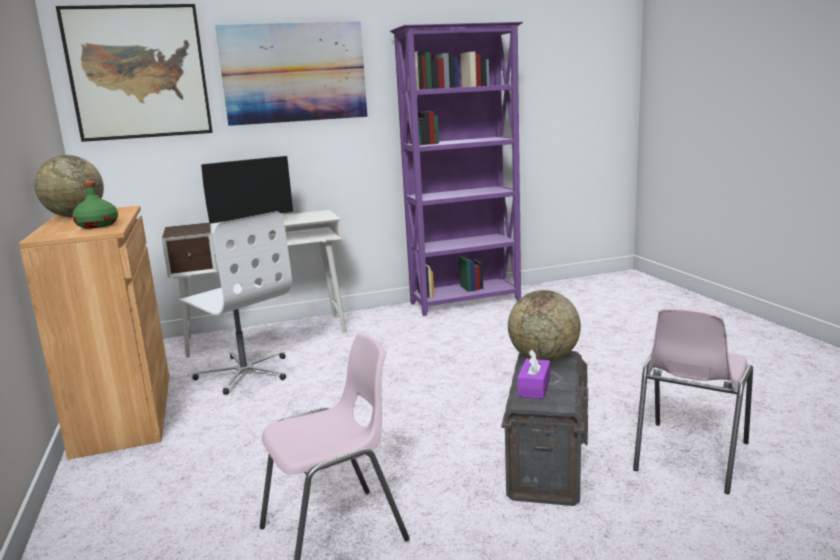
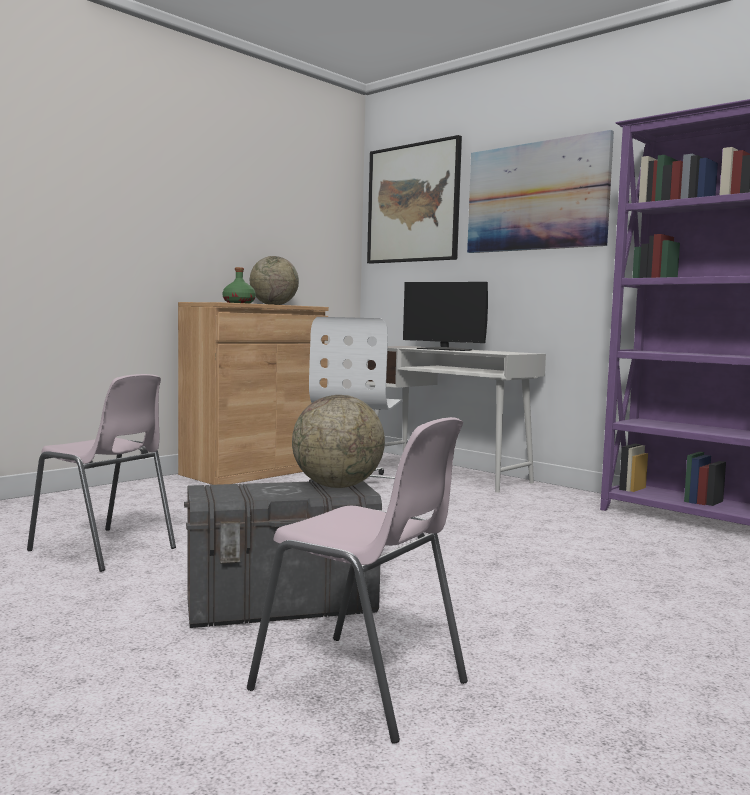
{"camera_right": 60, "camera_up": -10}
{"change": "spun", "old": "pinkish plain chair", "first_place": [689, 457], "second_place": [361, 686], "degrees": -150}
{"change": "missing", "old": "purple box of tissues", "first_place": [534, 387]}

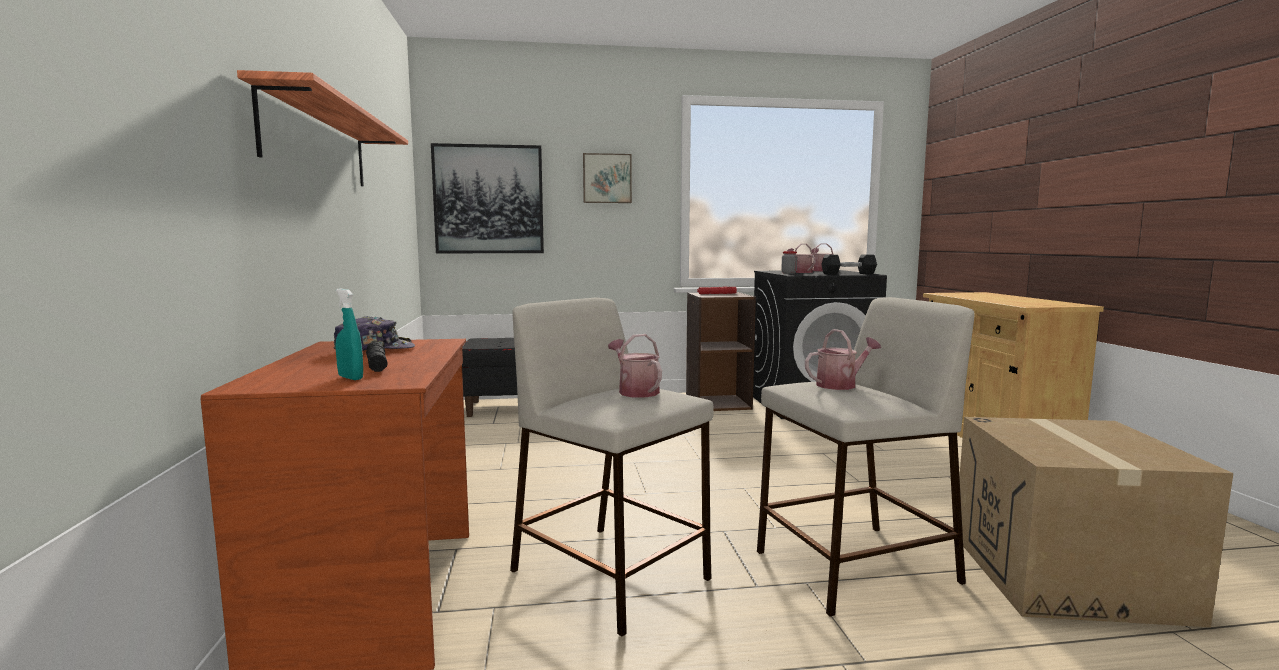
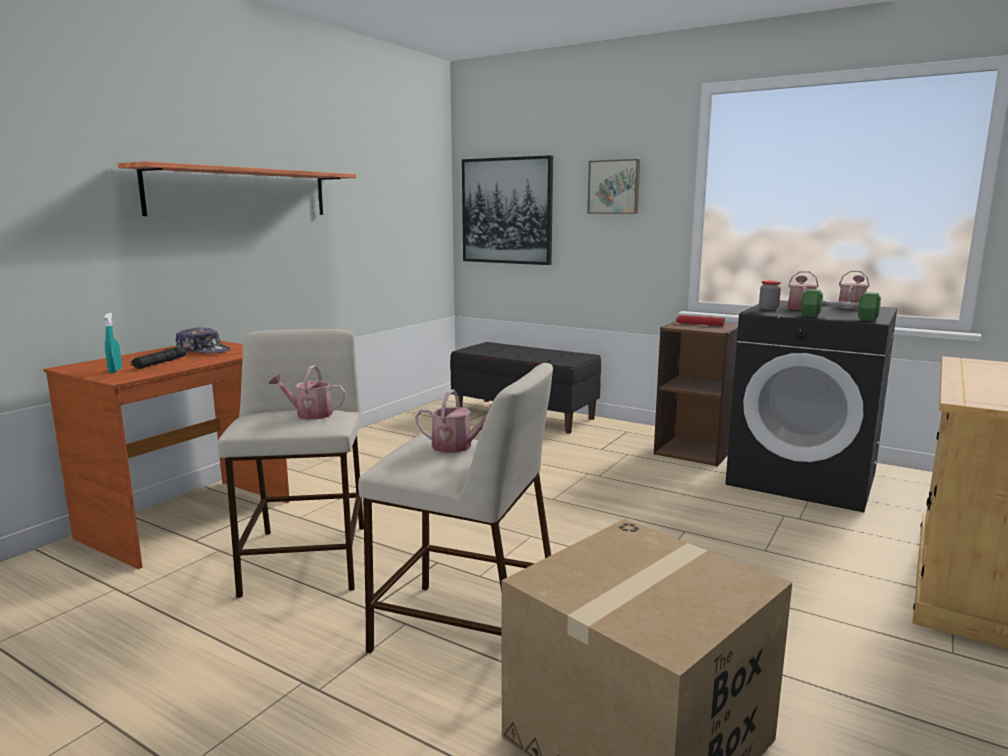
{"camera_right": 40, "camera_up": 5}
{"change": "colour", "old": "blackish dumbbell", "new": "greenish dumbbell", "first_place": [848, 274], "second_place": [838, 317]}
{"change": "spun", "old": "watering pot", "first_place": [635, 391], "second_place": [309, 414], "degrees": -90}

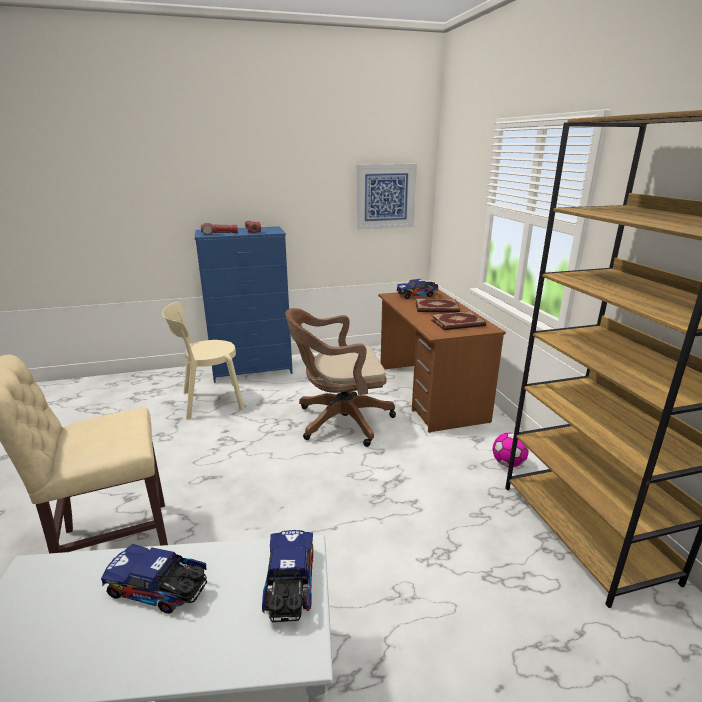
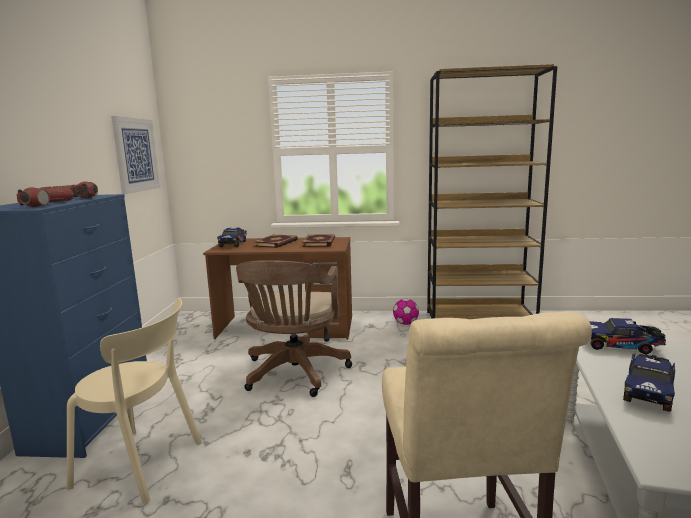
{"camera_right": -70, "camera_up": -10}
{"change": "spun", "old": "beige plain chair", "first_place": [208, 401], "second_place": [144, 465], "degrees": -75}

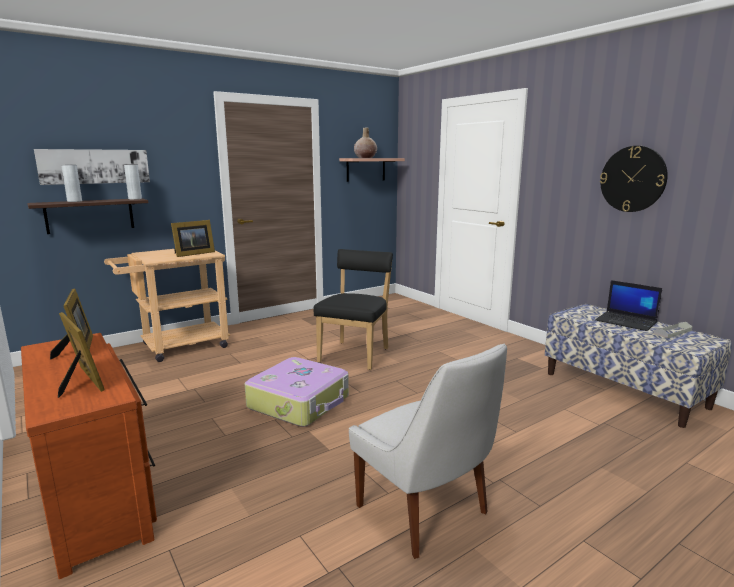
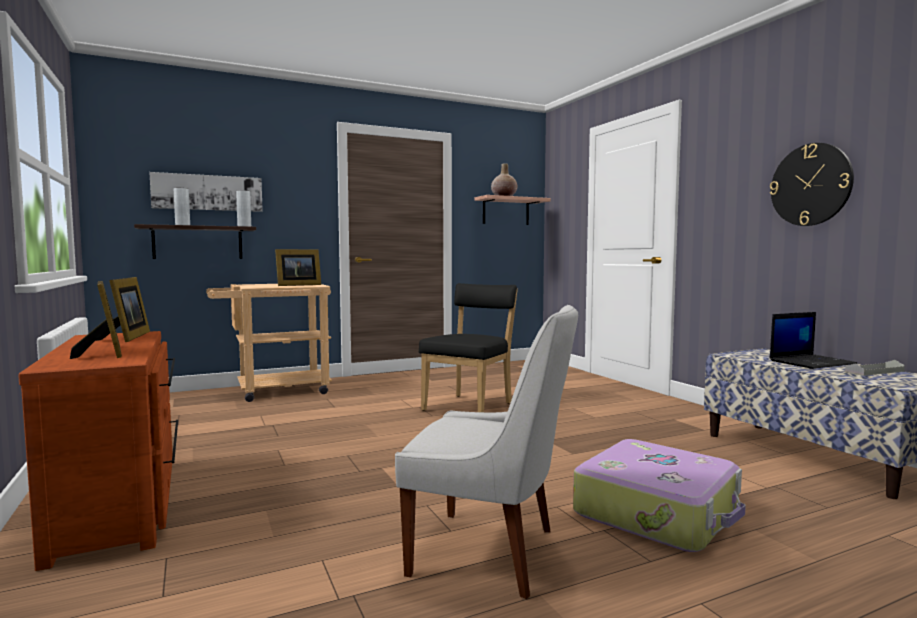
{"camera_right": 10, "camera_up": -10}
{"change": "spun", "old": "portable computer", "first_place": [627, 321], "second_place": [811, 362], "degrees": -75}
{"change": "spun", "old": "white plain chair", "first_place": [425, 512], "second_place": [490, 553], "degrees": -45}
{"change": "relocated", "old": "piece of luggage", "first_place": [300, 402], "second_place": [658, 512]}

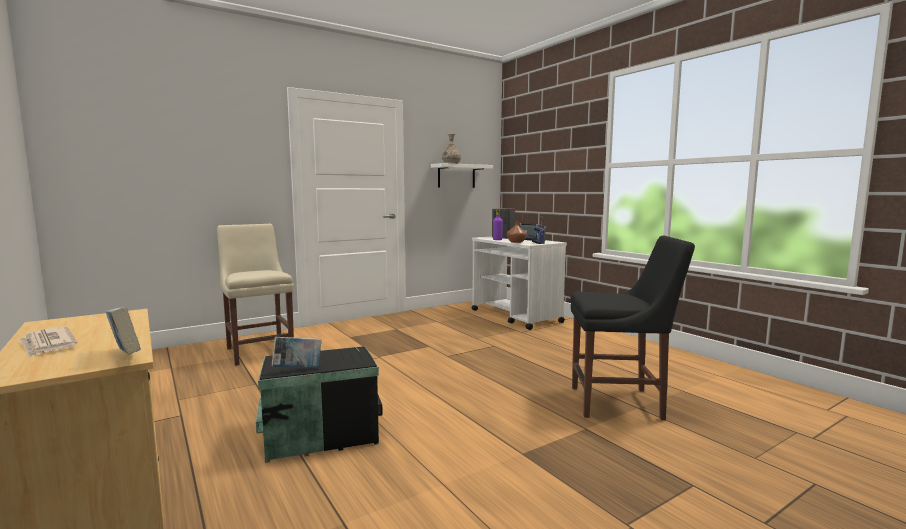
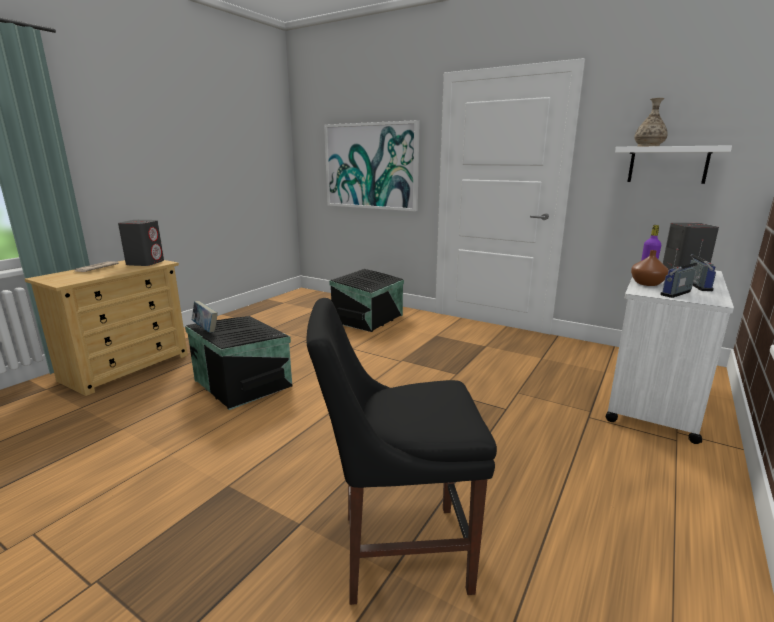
{"camera_right": 65, "camera_up": 10}
{"change": "exchanged", "old": "beige plain chair", "new": "blackish storage box", "first_place": [259, 350], "second_place": [369, 319]}
{"change": "spun", "old": "blackish plain chair", "first_place": [621, 403], "second_place": [397, 550], "degrees": 105}
{"change": "missing", "old": "bound book", "first_place": [125, 356]}
{"change": "appeared", "new": "wall picture", "second_place": [371, 166]}
{"change": "appeared", "new": "greyish audio speaker", "second_place": [145, 263]}

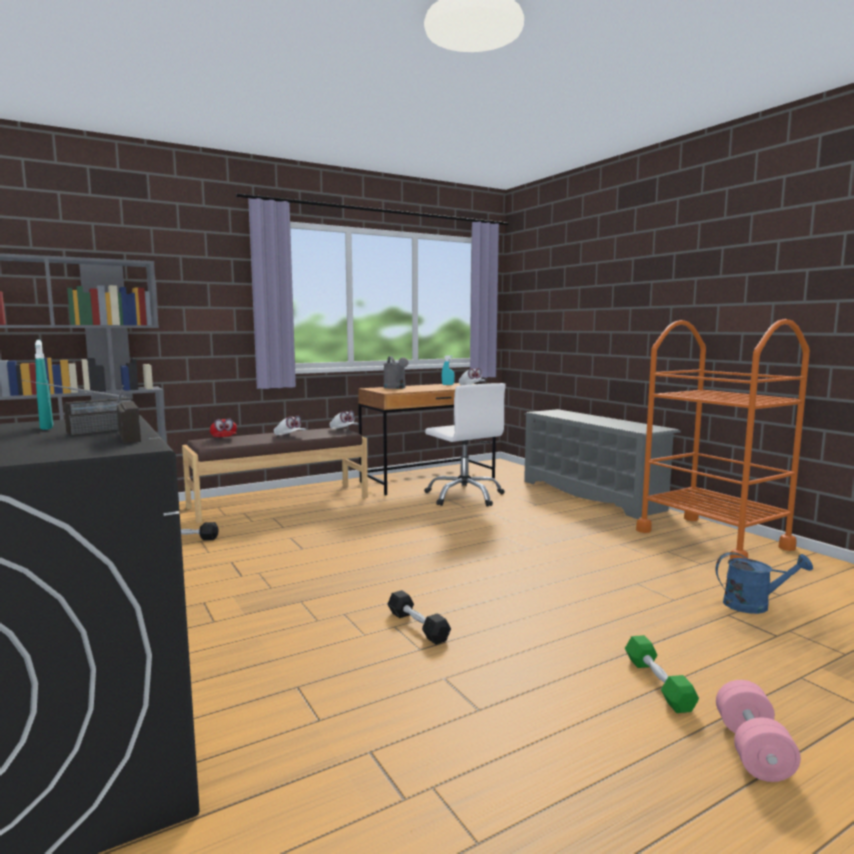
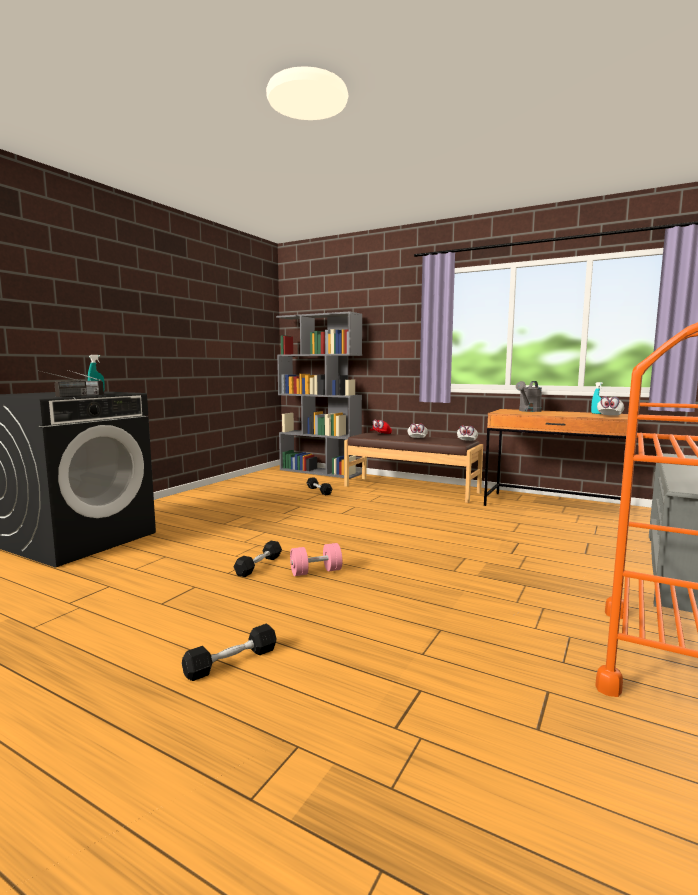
{"camera_right": 60, "camera_up": 0}
{"change": "missing", "old": "white computer chair", "first_place": [464, 496]}
{"change": "missing", "old": "blue watering pot", "first_place": [754, 605]}
{"change": "colour", "old": "greenish dumbbell", "new": "blackish dumbbell", "first_place": [658, 684], "second_place": [231, 662]}
{"change": "relocated", "old": "pinkish dumbbell", "first_place": [752, 750], "second_place": [316, 572]}

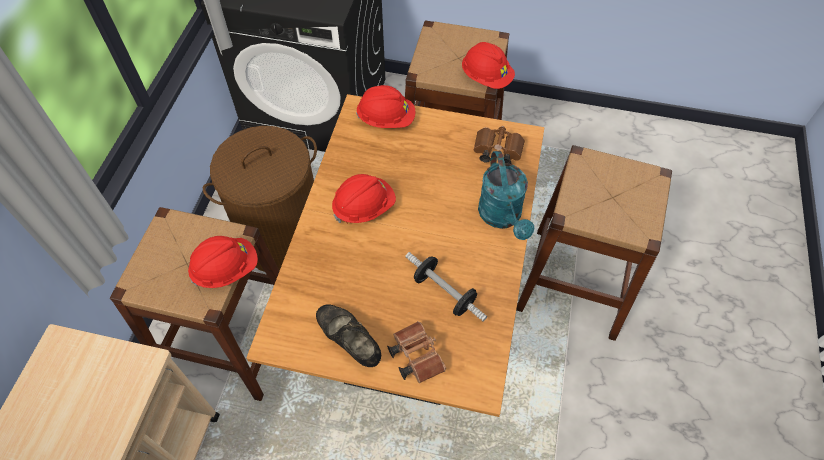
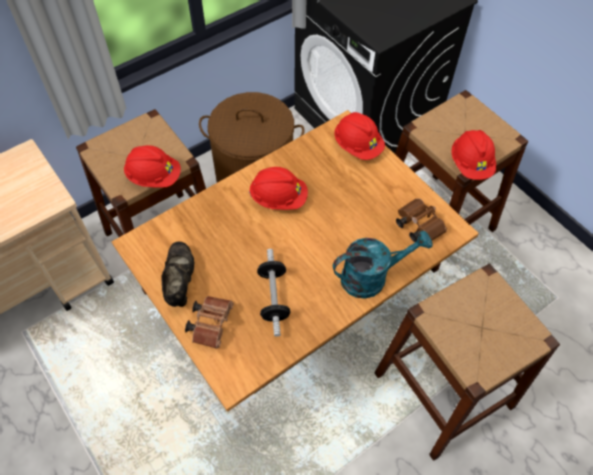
{"camera_right": 40, "camera_up": 0}
{"change": "spun", "old": "turquoise watering pot", "first_place": [502, 217], "second_place": [372, 276], "degrees": -135}

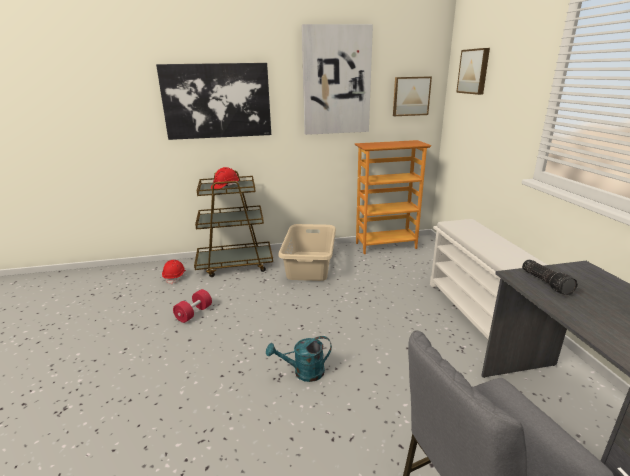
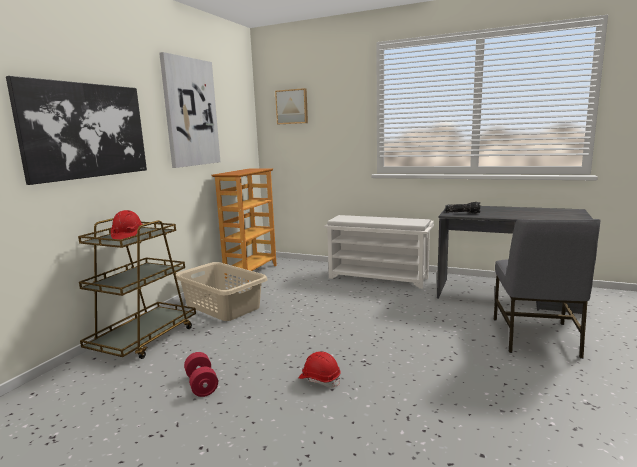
{"camera_right": -55, "camera_up": -10}
{"change": "missing", "old": "wall picture", "first_place": [411, 96]}
{"change": "relocated", "old": "red safety helmet", "first_place": [175, 277], "second_place": [319, 379]}
{"change": "missing", "old": "turquoise watering pot", "first_place": [303, 372]}

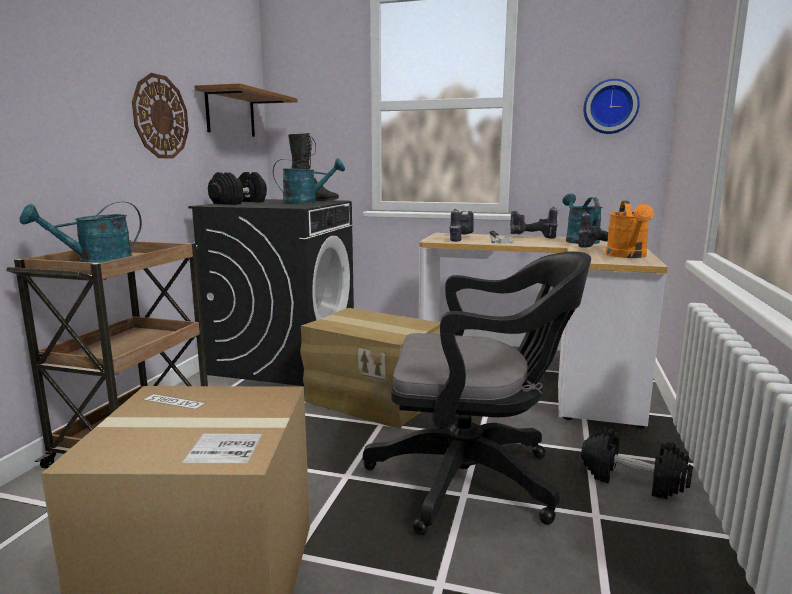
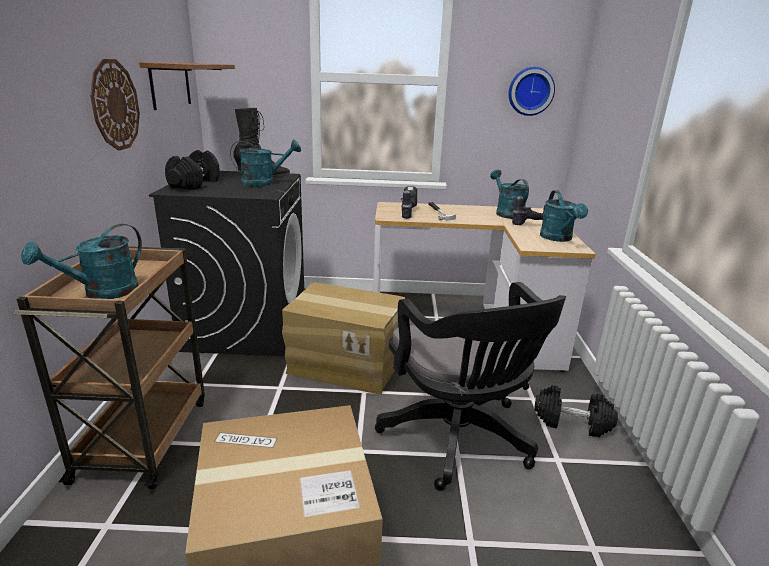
{"camera_right": -15, "camera_up": 10}
{"change": "colour", "old": "orange watering pot", "new": "turquoise watering pot", "first_place": [628, 256], "second_place": [558, 238]}
{"change": "missing", "old": "drill", "first_place": [530, 237]}
{"change": "spun", "old": "blackish computer chair", "first_place": [474, 479], "second_place": [459, 439], "degrees": 75}

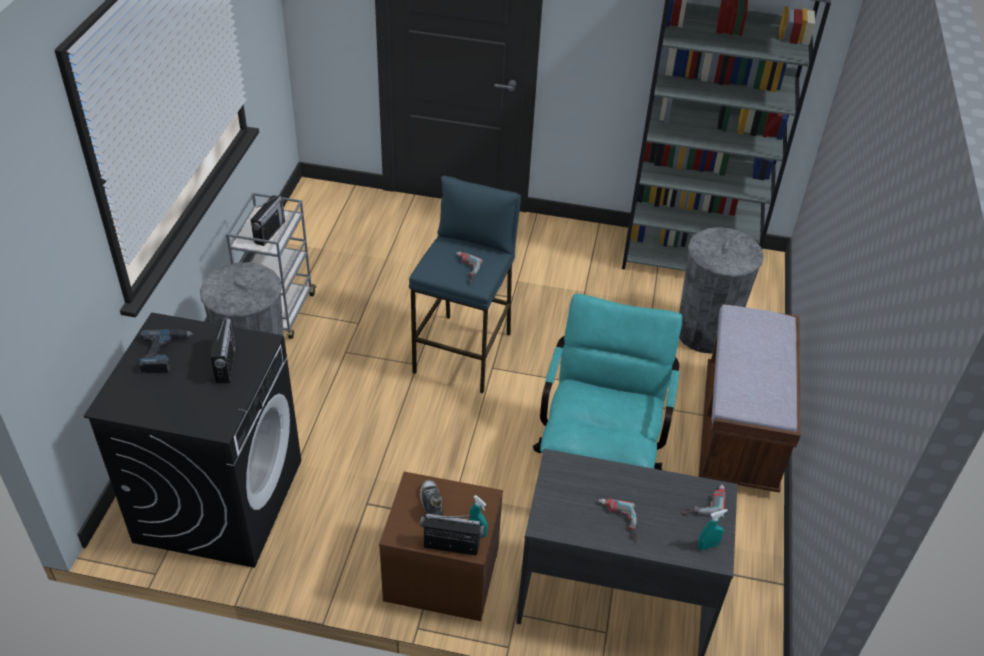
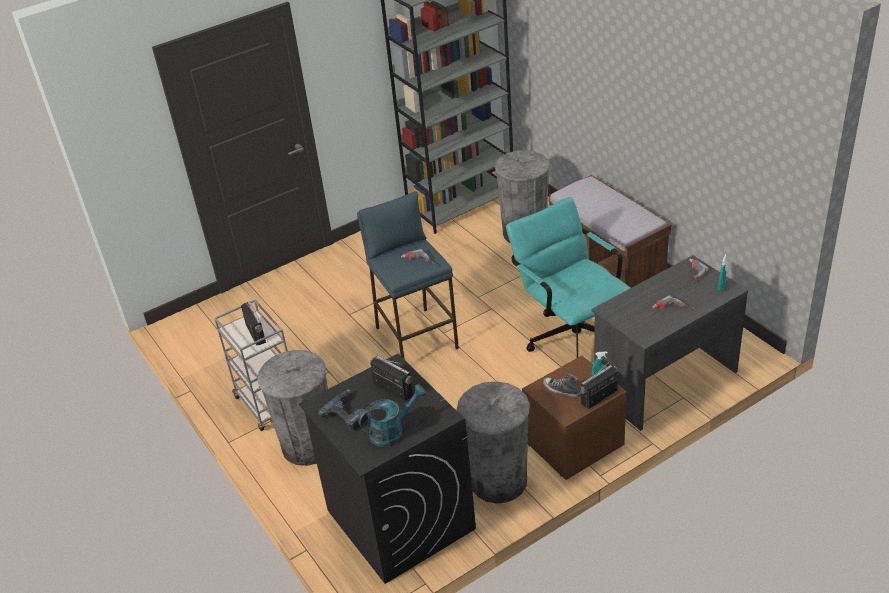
{"camera_right": -40, "camera_up": -5}
{"change": "appeared", "new": "greyish trash can", "second_place": [498, 481]}
{"change": "appeared", "new": "turquoise watering pot", "second_place": [392, 431]}

